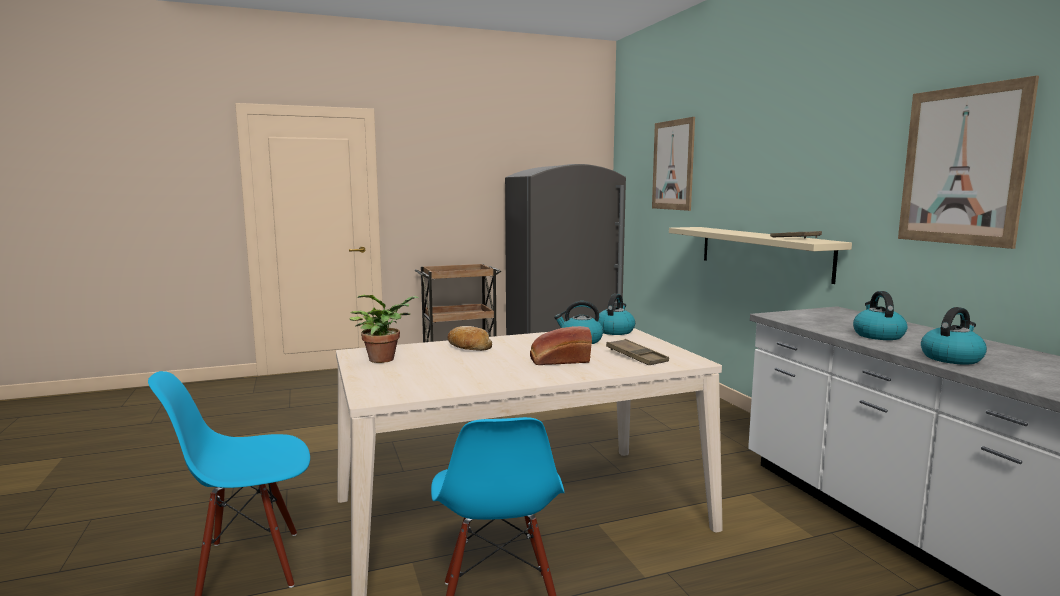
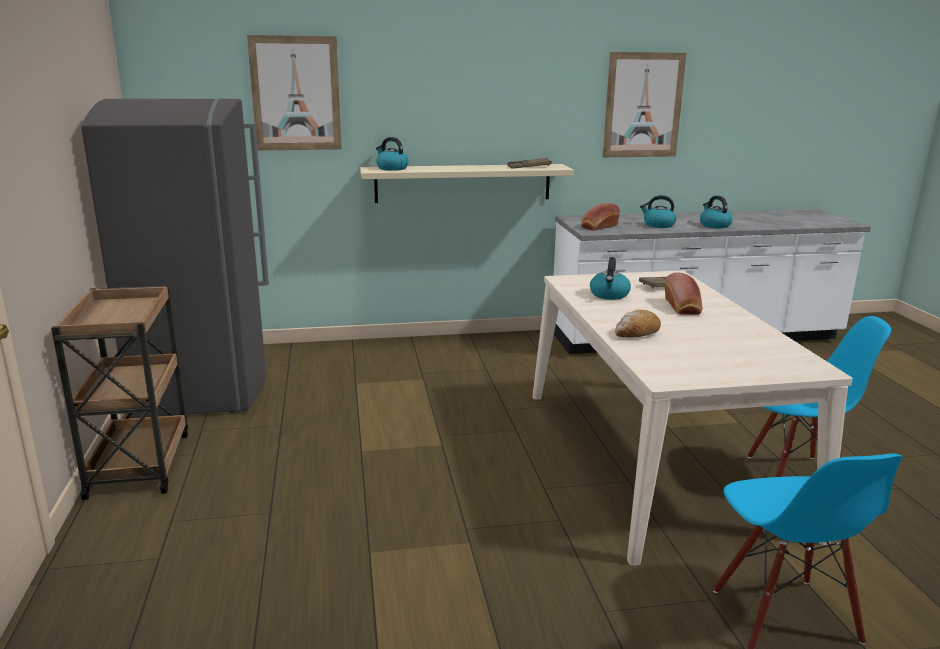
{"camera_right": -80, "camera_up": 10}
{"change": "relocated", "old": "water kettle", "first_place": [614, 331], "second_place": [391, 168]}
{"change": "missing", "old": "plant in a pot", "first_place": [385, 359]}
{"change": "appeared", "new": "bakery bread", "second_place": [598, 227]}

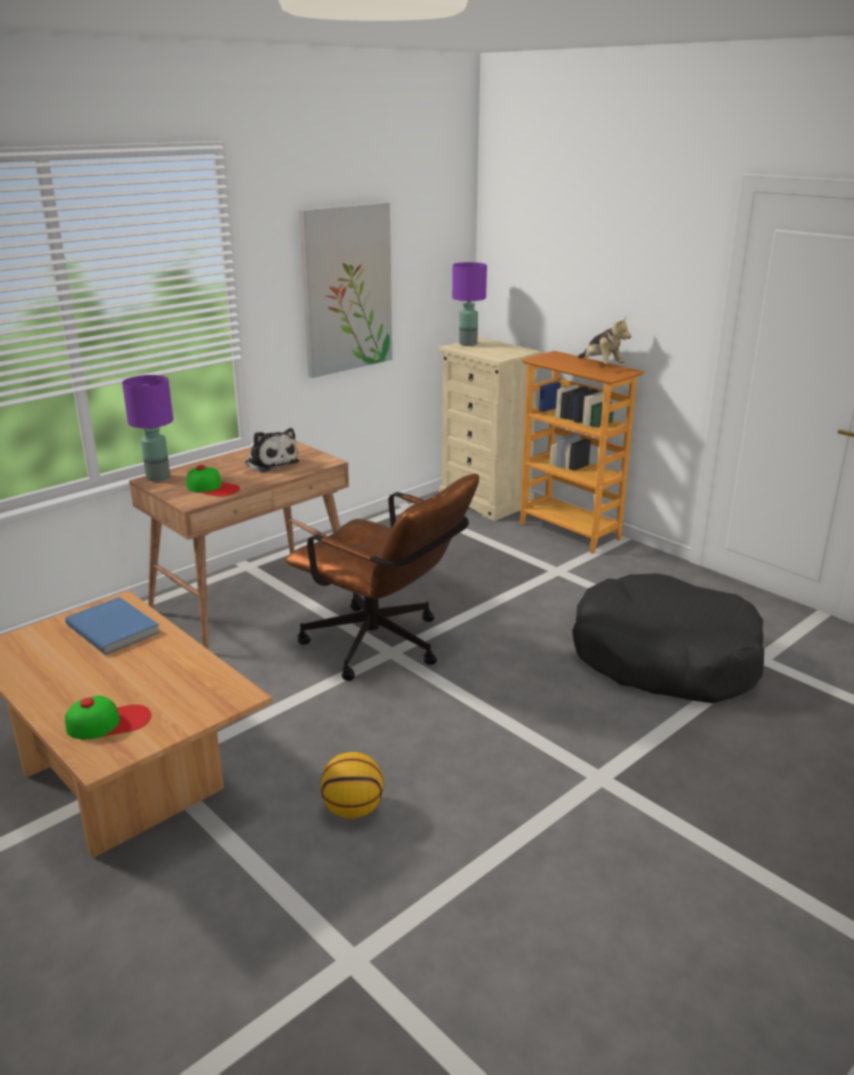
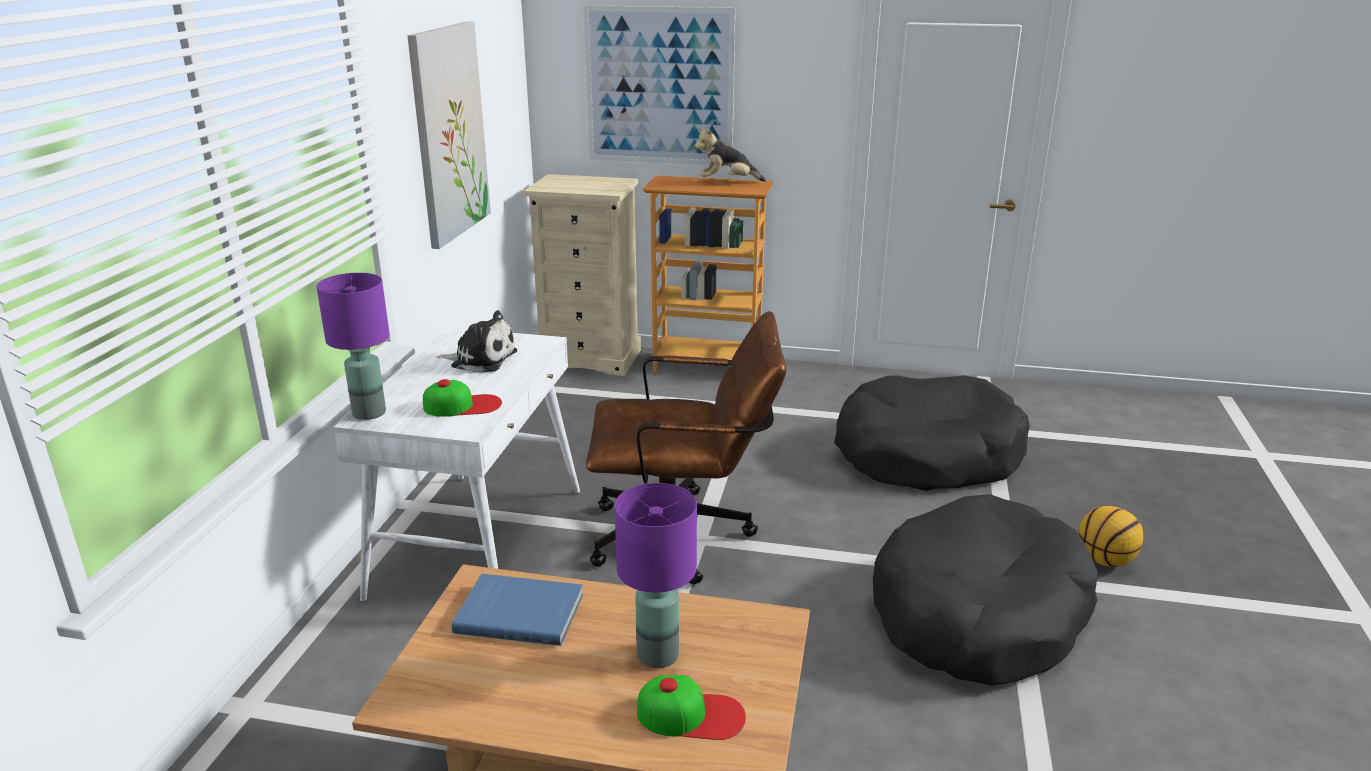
{"camera_right": -35, "camera_up": 0}
{"change": "relocated", "old": "purple tabletop lamp", "first_place": [468, 344], "second_place": [658, 654]}
{"change": "spun", "old": "plush toy", "first_place": [601, 365], "second_place": [727, 182], "degrees": 150}
{"change": "colour", "old": "brown desk unit", "new": "white desk unit", "first_place": [254, 601], "second_place": [479, 541]}
{"change": "spun", "old": "baseball cap", "first_place": [109, 722], "second_place": [691, 714], "degrees": 60}
{"change": "relocated", "old": "ball for basketball", "first_place": [353, 809], "second_place": [1105, 561]}
{"change": "appeared", "new": "wall picture", "second_place": [659, 86]}
{"change": "appeared", "new": "blackish pet bed", "second_place": [978, 614]}

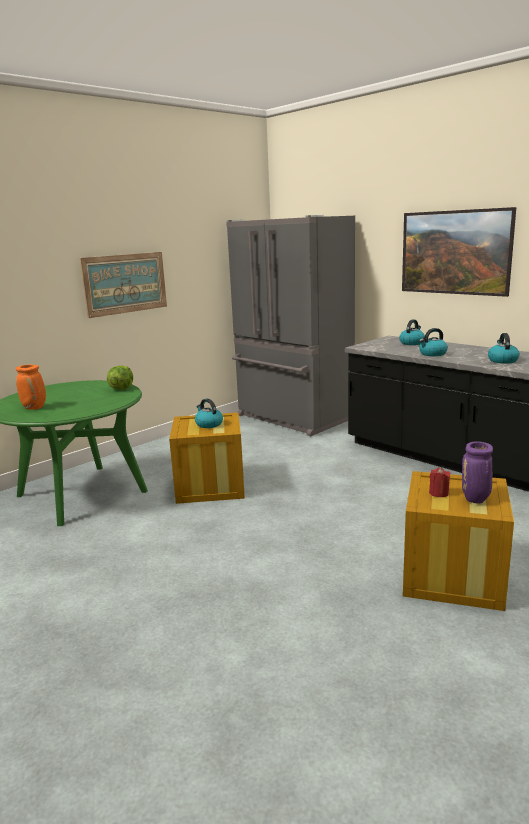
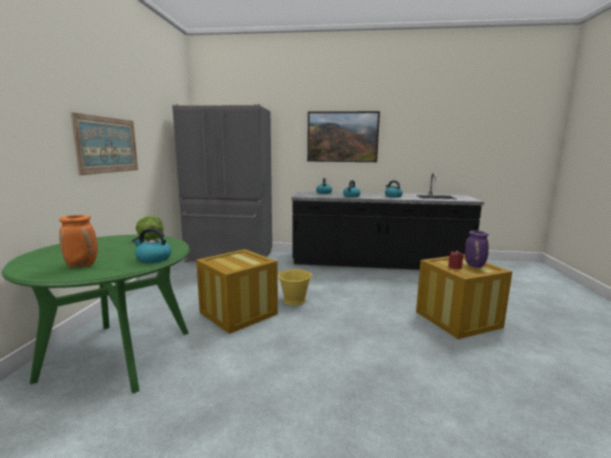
{"camera_right": -40, "camera_up": -5}
{"change": "relocated", "old": "water kettle", "first_place": [208, 424], "second_place": [153, 259]}
{"change": "appeared", "new": "yellow-coloured water bucket", "second_place": [295, 300]}

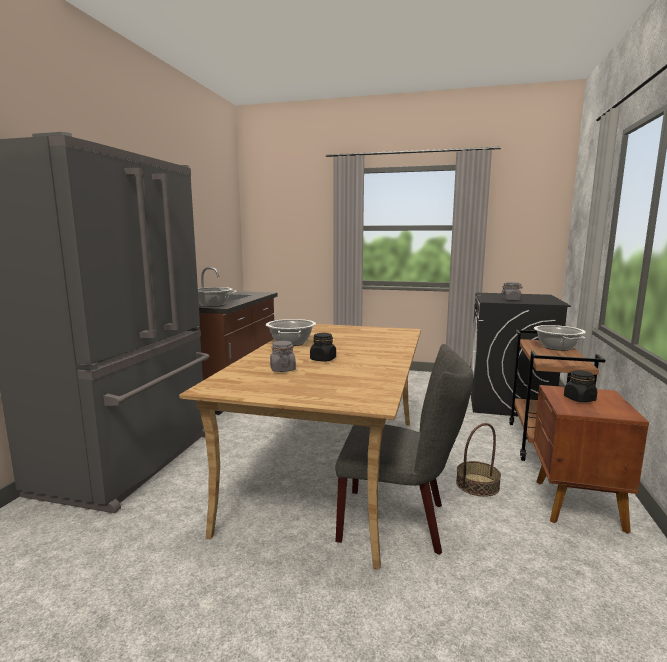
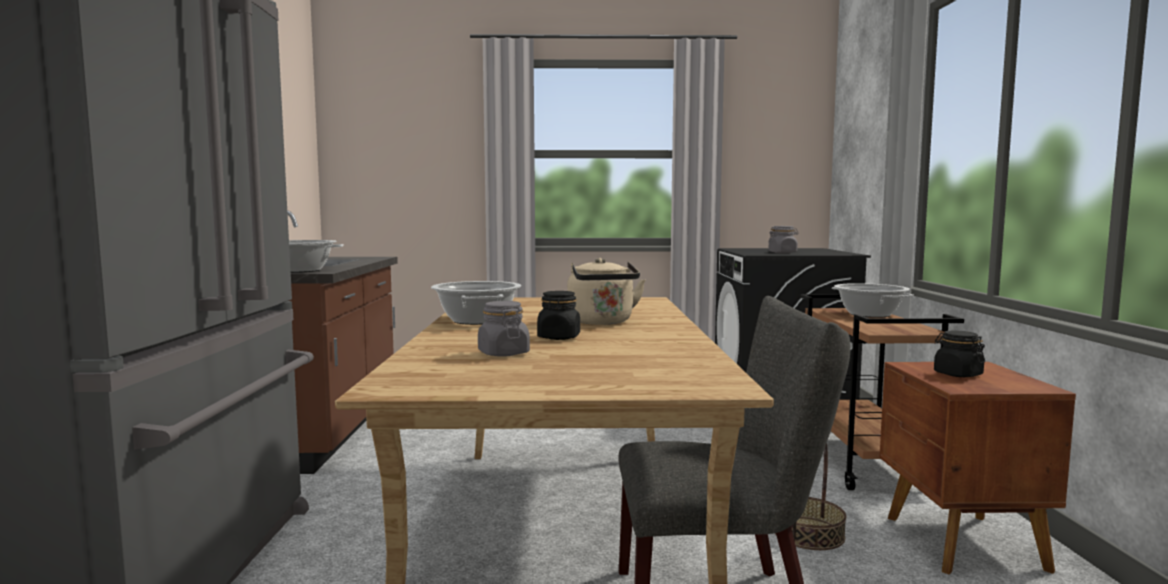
{"camera_right": -15, "camera_up": -5}
{"change": "appeared", "new": "beige water kettle", "second_place": [602, 322]}

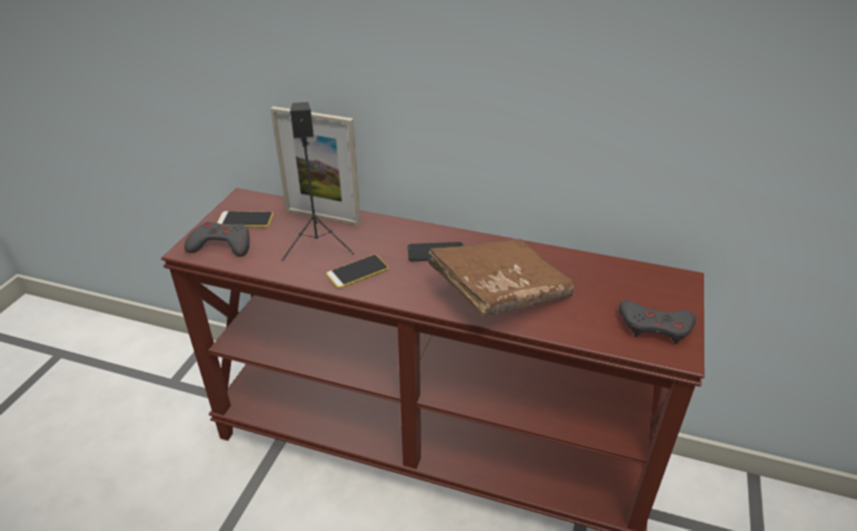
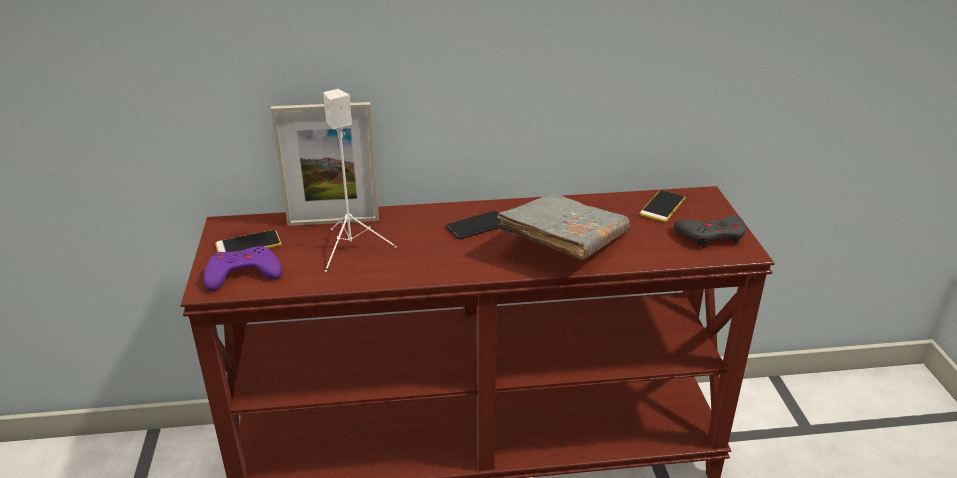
{"camera_right": -25, "camera_up": -5}
{"change": "colour", "old": "blackish audio speaker", "new": "white audio speaker", "first_place": [318, 245], "second_place": [352, 248]}
{"change": "colour", "old": "greyish joypad", "new": "purple joypad", "first_place": [221, 245], "second_place": [242, 274]}
{"change": "colour", "old": "brown bound book", "new": "greyish bound book", "first_place": [500, 292], "second_place": [563, 243]}
{"change": "relocated", "old": "telephone", "first_place": [357, 272], "second_place": [662, 206]}

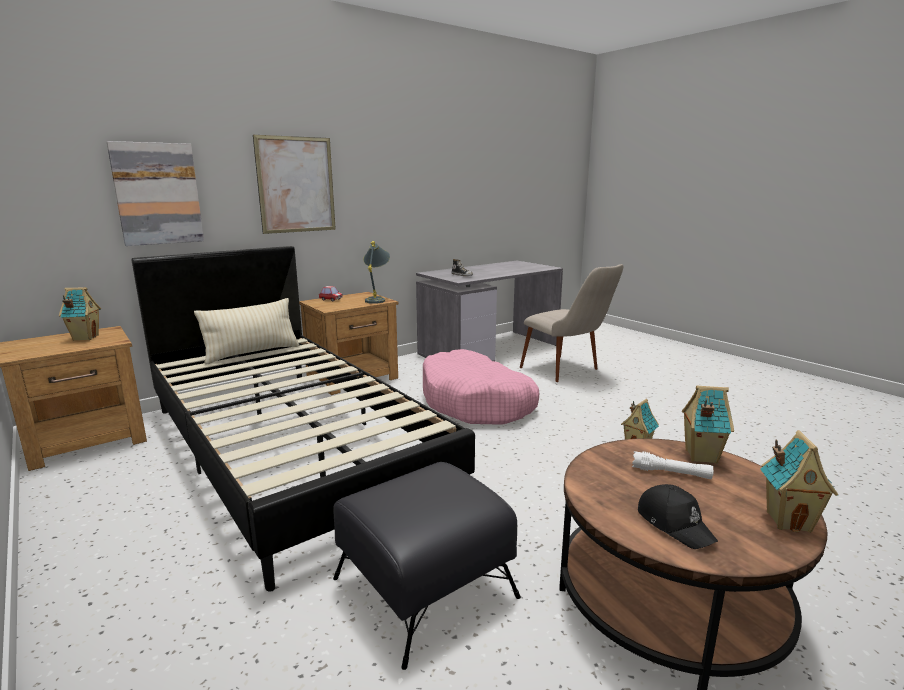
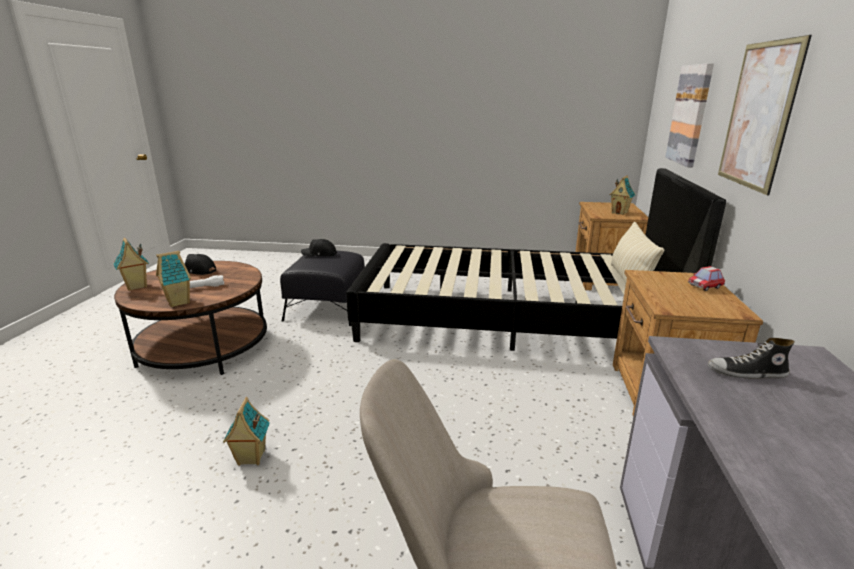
{"camera_right": 135, "camera_up": 5}
{"change": "missing", "old": "greyish tabletop lamp", "first_place": [377, 299]}
{"change": "missing", "old": "pinkish pet bed", "first_place": [476, 403]}
{"change": "appeared", "new": "blackish baseball cap", "second_place": [319, 254]}

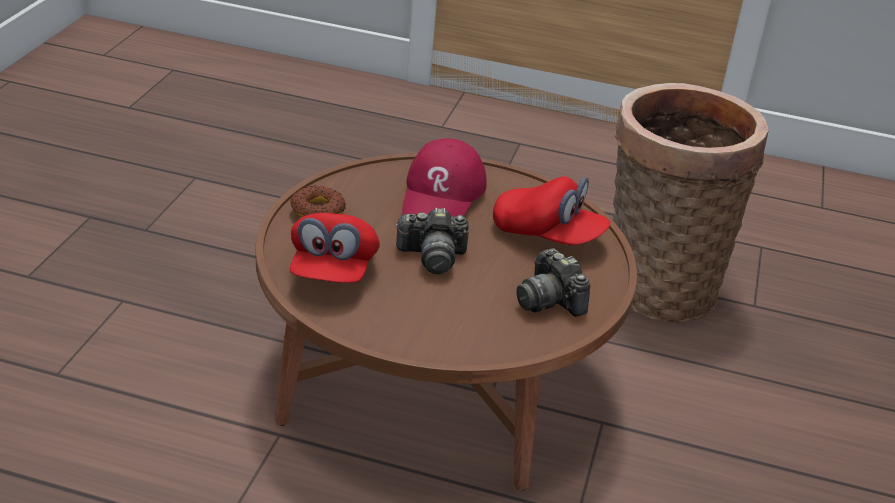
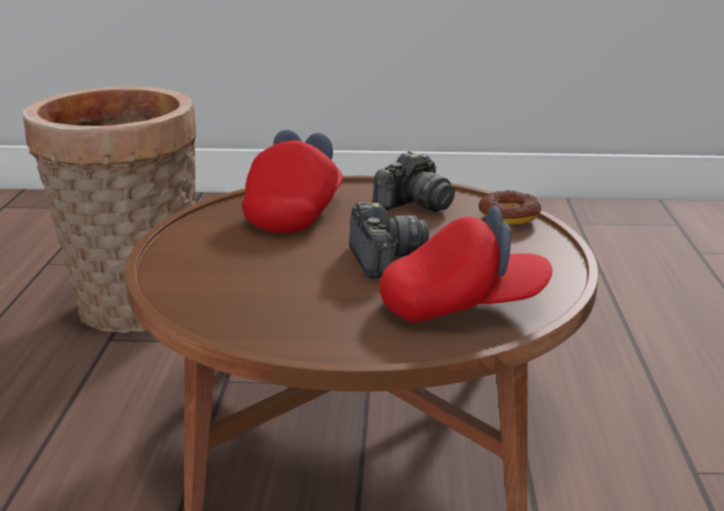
{"camera_right": -100, "camera_up": -10}
{"change": "missing", "old": "red baseball cap", "first_place": [442, 194]}
{"change": "relocated", "old": "ring doughnut", "first_place": [318, 210], "second_place": [509, 215]}

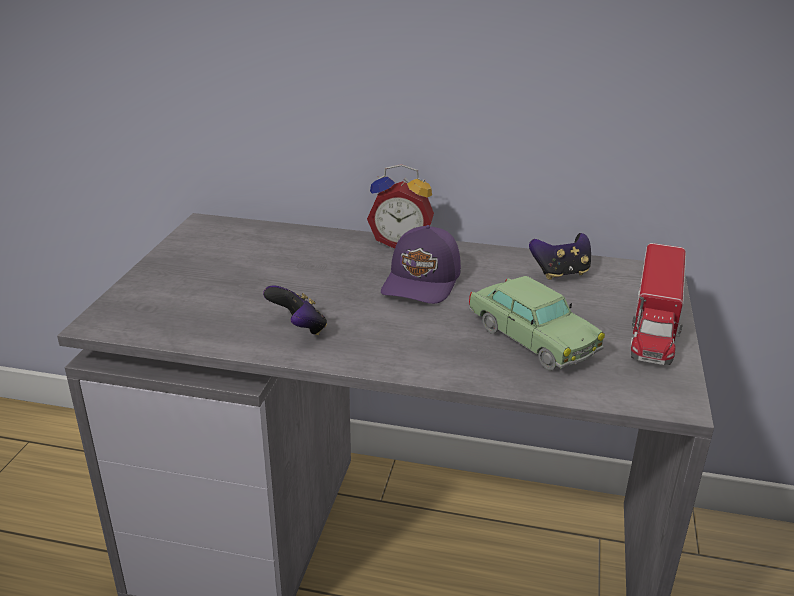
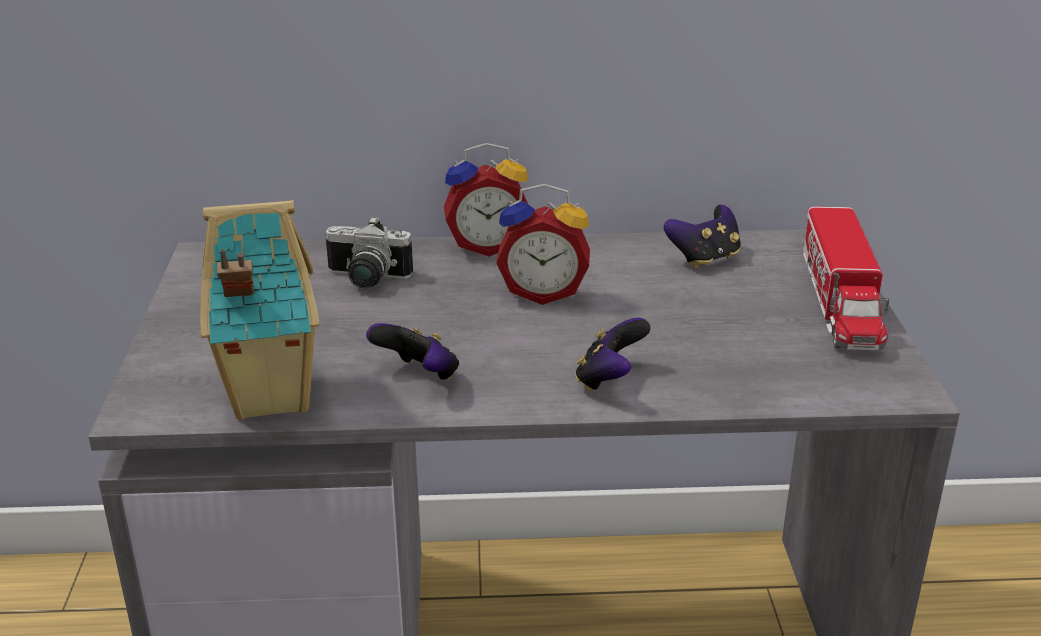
{"camera_right": -15, "camera_up": 0}
{"change": "exchanged", "old": "purple baseball cap", "new": "table clock", "first_place": [423, 282], "second_place": [543, 292]}
{"change": "missing", "old": "toy car", "first_place": [531, 339]}
{"change": "appeared", "new": "model house", "second_place": [268, 397]}
{"change": "appeared", "new": "still camera", "second_place": [365, 280]}
{"change": "appeared", "new": "joypad", "second_place": [609, 380]}

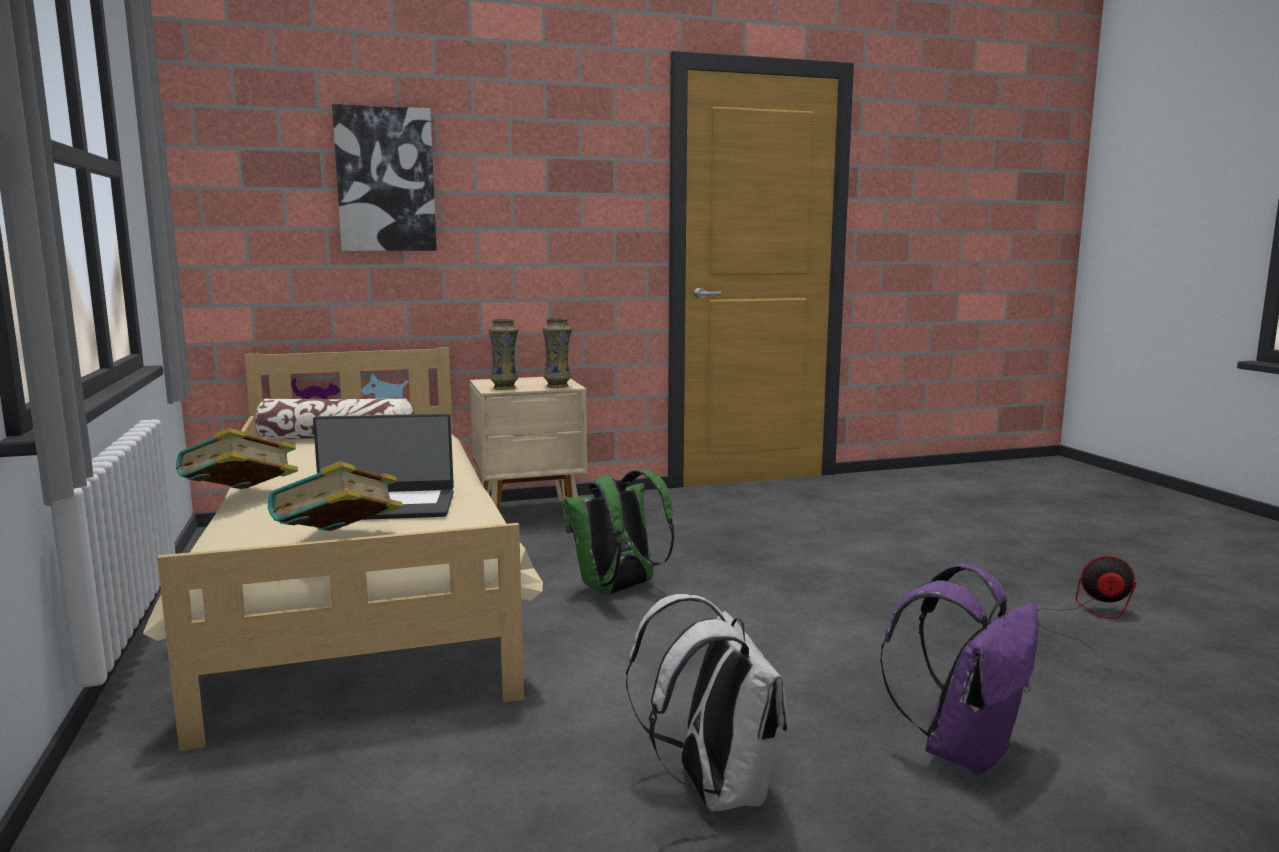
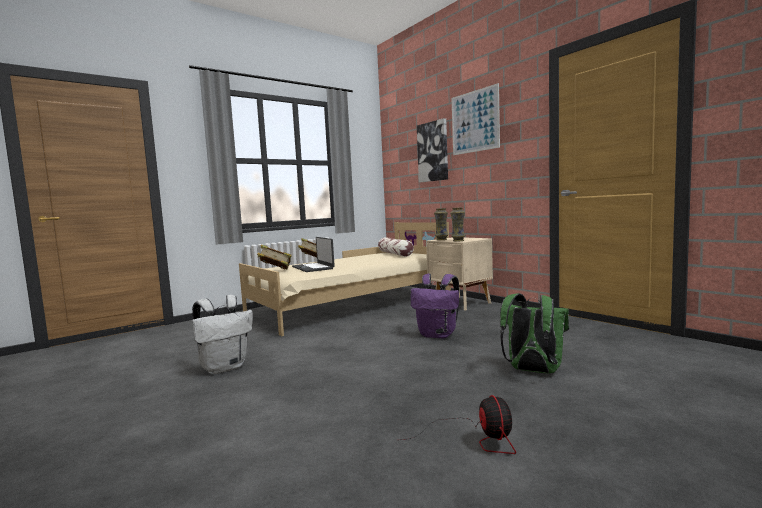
{"camera_right": 70, "camera_up": -5}
{"change": "relocated", "old": "greenish backpack", "first_place": [617, 590], "second_place": [532, 371]}
{"change": "relocated", "old": "purple backpack", "first_place": [963, 749], "second_place": [438, 335]}
{"change": "appeared", "new": "wall picture", "second_place": [475, 121]}

